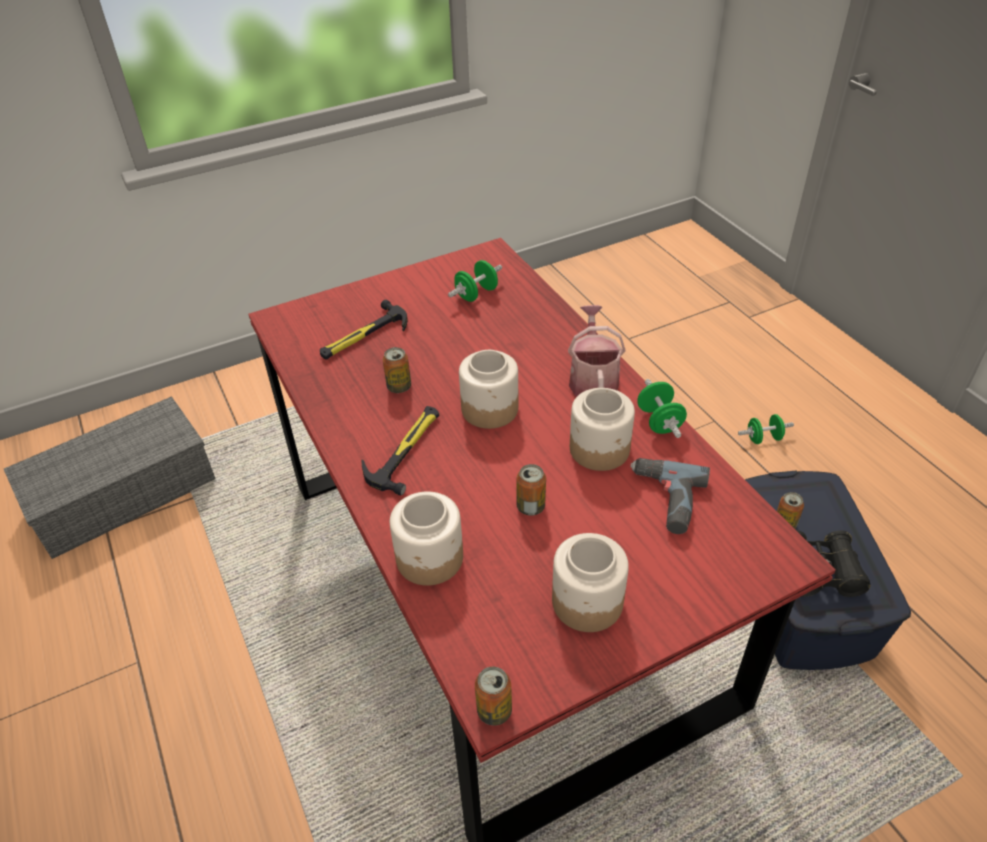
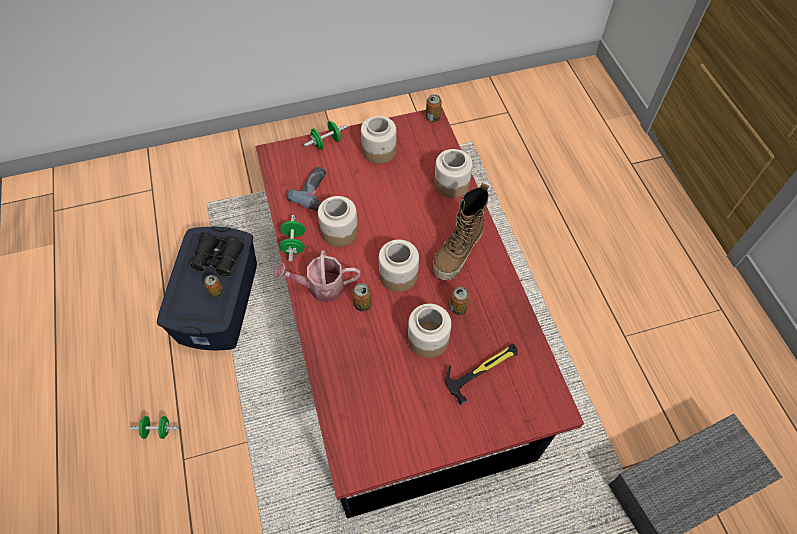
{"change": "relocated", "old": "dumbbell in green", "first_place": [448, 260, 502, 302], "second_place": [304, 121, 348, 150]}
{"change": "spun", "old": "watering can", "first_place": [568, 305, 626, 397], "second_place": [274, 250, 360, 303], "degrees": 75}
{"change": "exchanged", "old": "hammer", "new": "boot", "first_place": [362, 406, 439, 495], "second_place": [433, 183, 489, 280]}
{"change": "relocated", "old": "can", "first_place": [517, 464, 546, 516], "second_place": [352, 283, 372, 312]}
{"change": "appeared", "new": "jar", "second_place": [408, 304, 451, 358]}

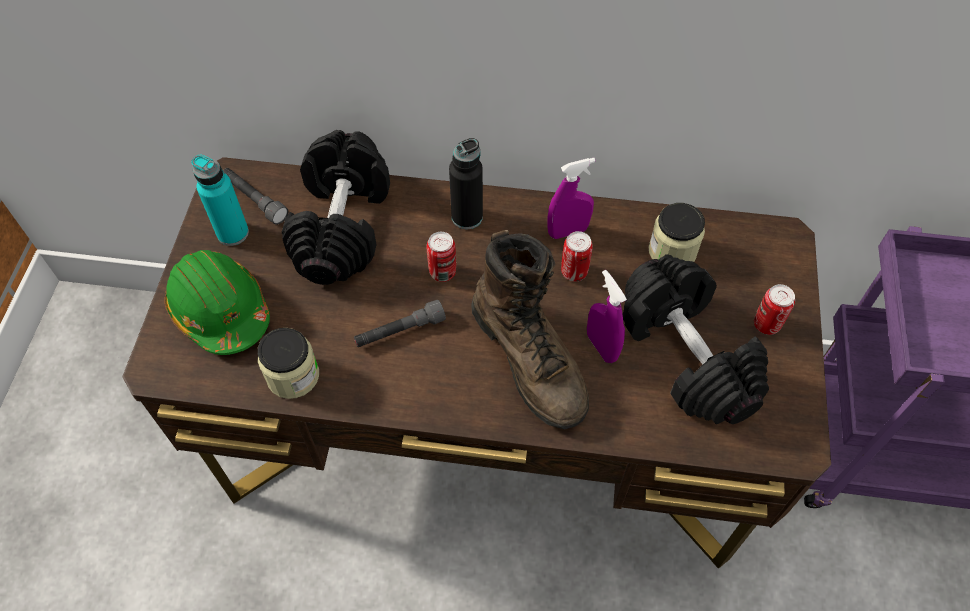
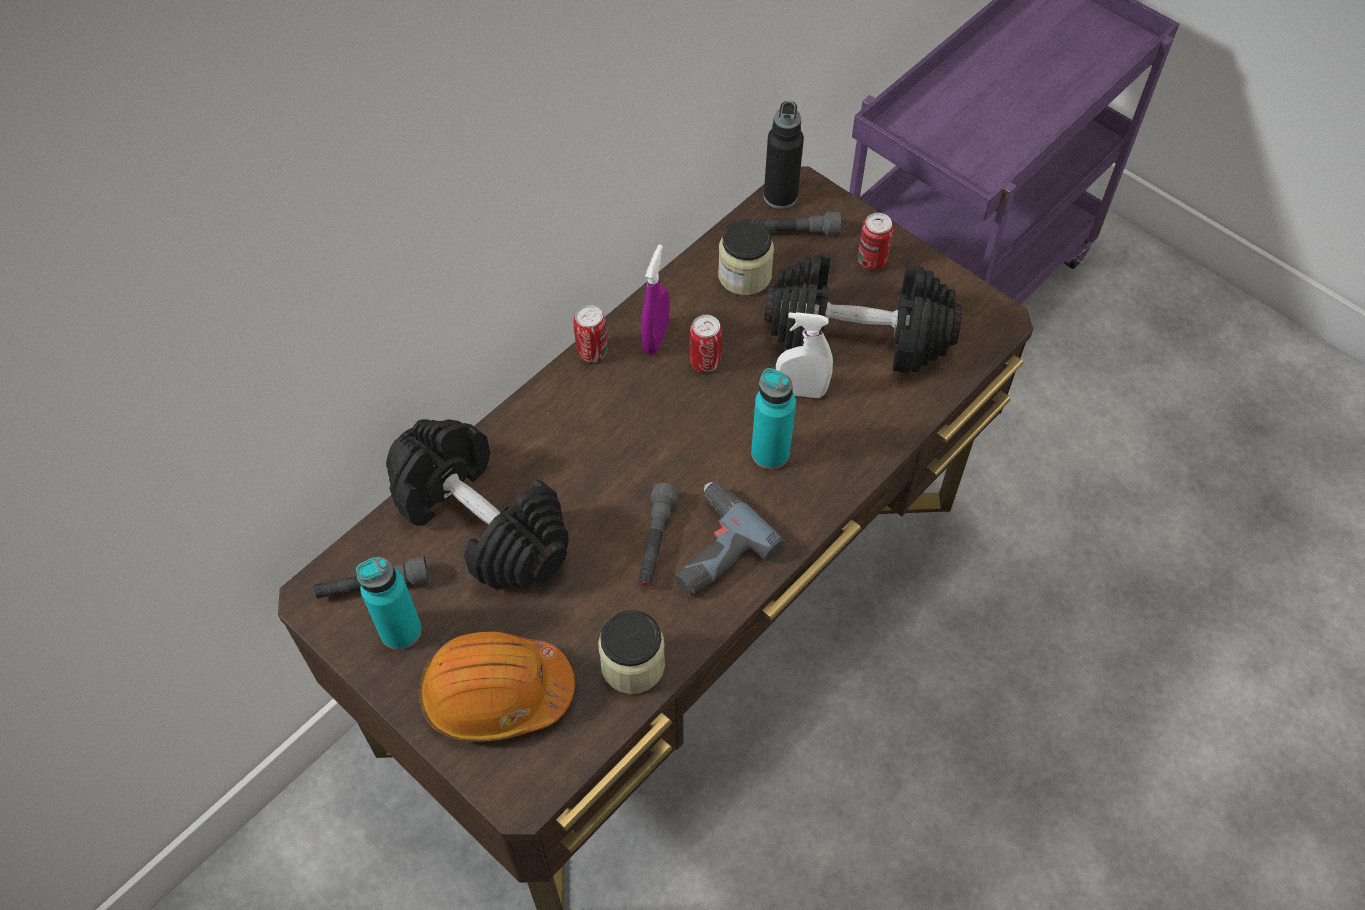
{"change": "relocated", "old": "bottle in black", "first_place": [449, 138, 483, 229], "second_place": [764, 101, 804, 209]}
{"change": "exchanged", "old": "boot in brown", "new": "bottle in turquoise", "first_place": [471, 230, 589, 429], "second_place": [751, 368, 796, 469]}
{"change": "relocated", "old": "can", "first_place": [427, 232, 456, 282], "second_place": [574, 305, 607, 363]}
{"change": "colour", "old": "hard hat in green", "new": "hard hat in orange", "first_place": [165, 250, 270, 355], "second_place": [419, 631, 575, 742]}
{"change": "colour", "old": "spray bottle in purple", "new": "spray bottle in white", "first_place": [587, 270, 627, 363], "second_place": [776, 312, 833, 398]}
{"change": "appeared", "new": "flashlight in grey", "second_place": [756, 212, 841, 236]}
{"change": "appeared", "new": "power drill", "second_place": [675, 482, 785, 595]}

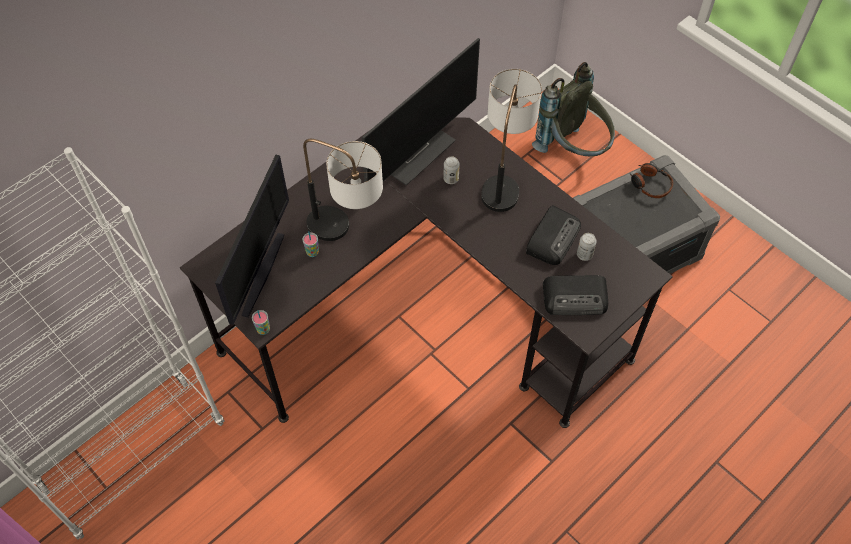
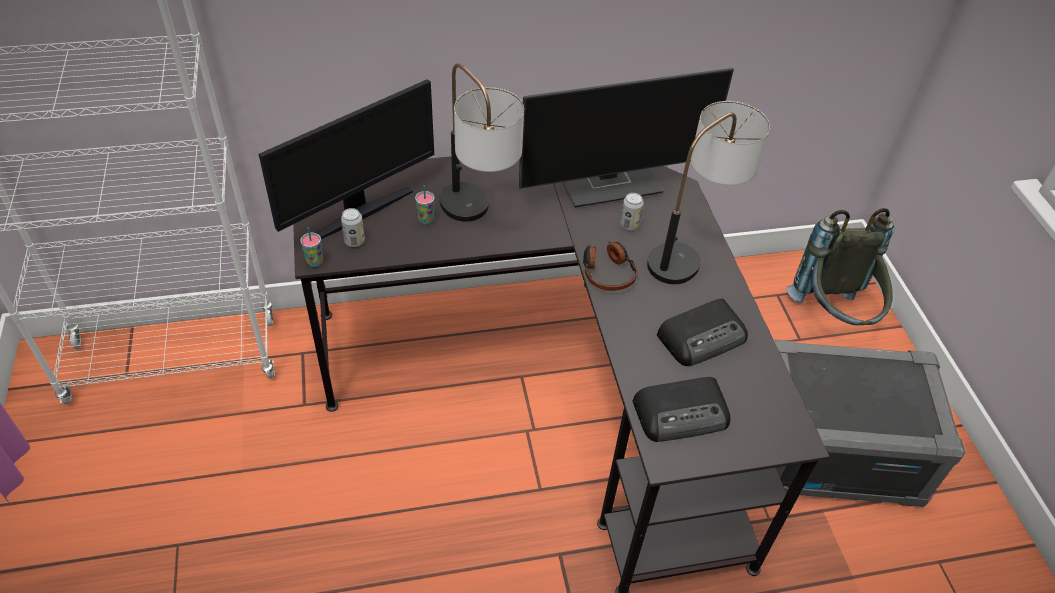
{"change": "relocated", "old": "headphones", "first_place": [630, 163, 673, 198], "second_place": [583, 241, 637, 291]}
{"change": "relocated", "old": "can", "first_place": [577, 233, 597, 261], "second_place": [341, 208, 365, 247]}
{"change": "spun", "old": "radio", "first_place": [543, 275, 608, 315], "second_place": [633, 377, 730, 442], "degrees": -45}

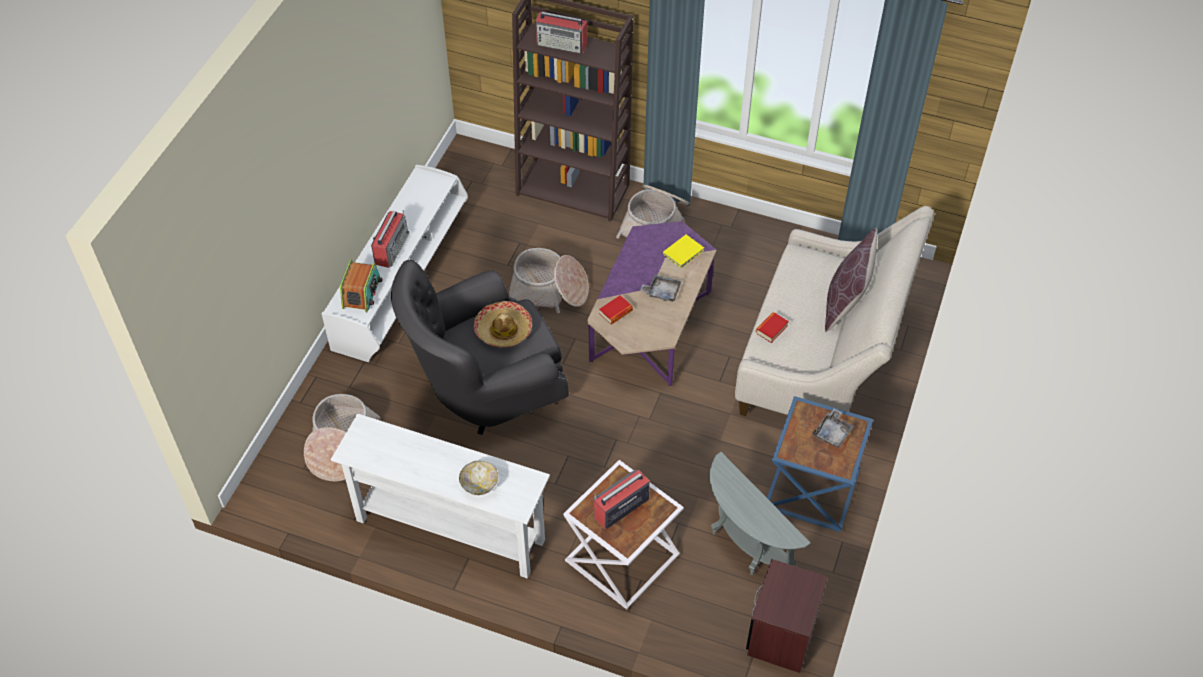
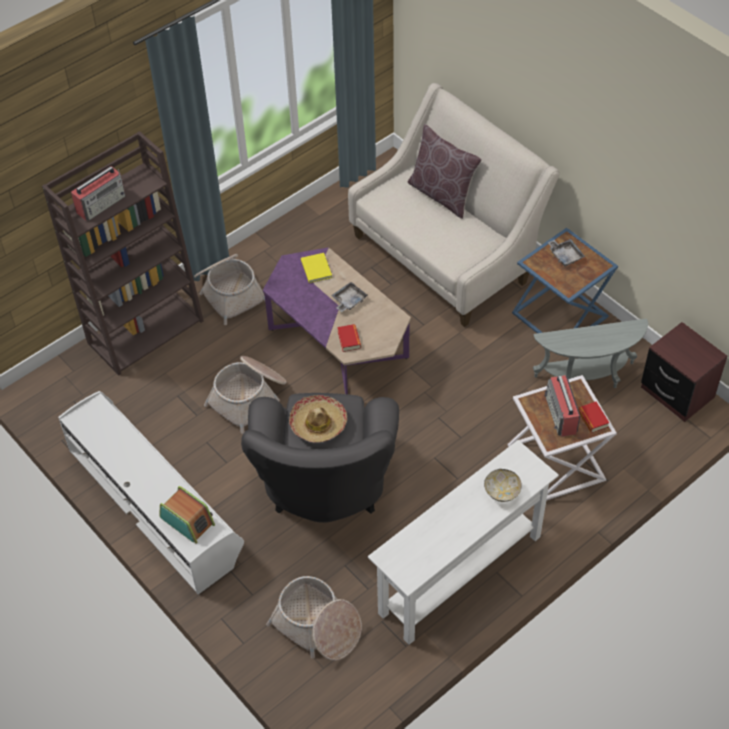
{"change": "missing", "old": "radio", "first_place": [371, 210, 410, 268]}
{"change": "relocated", "old": "book", "first_place": [756, 312, 789, 343], "second_place": [578, 402, 609, 433]}

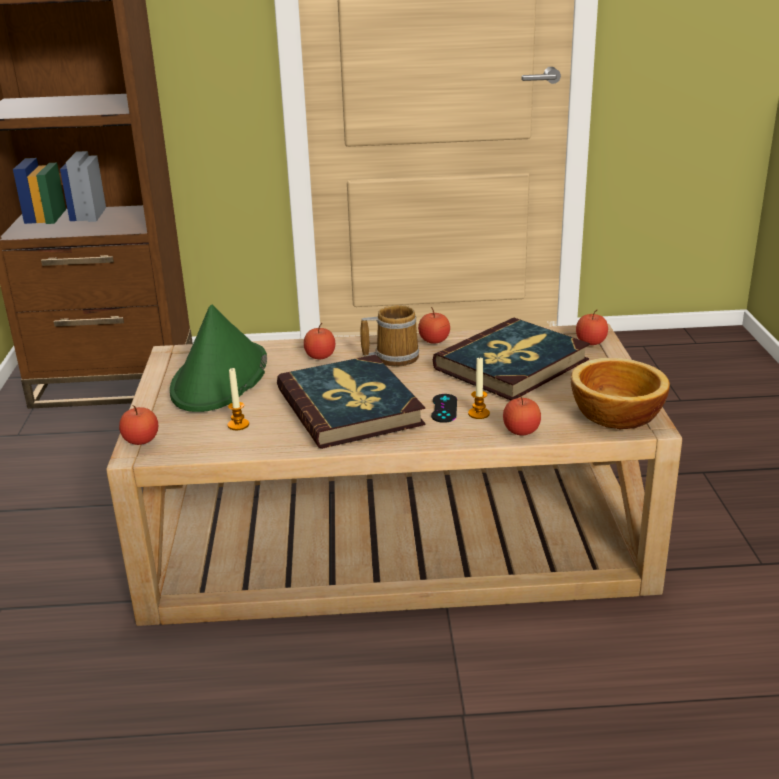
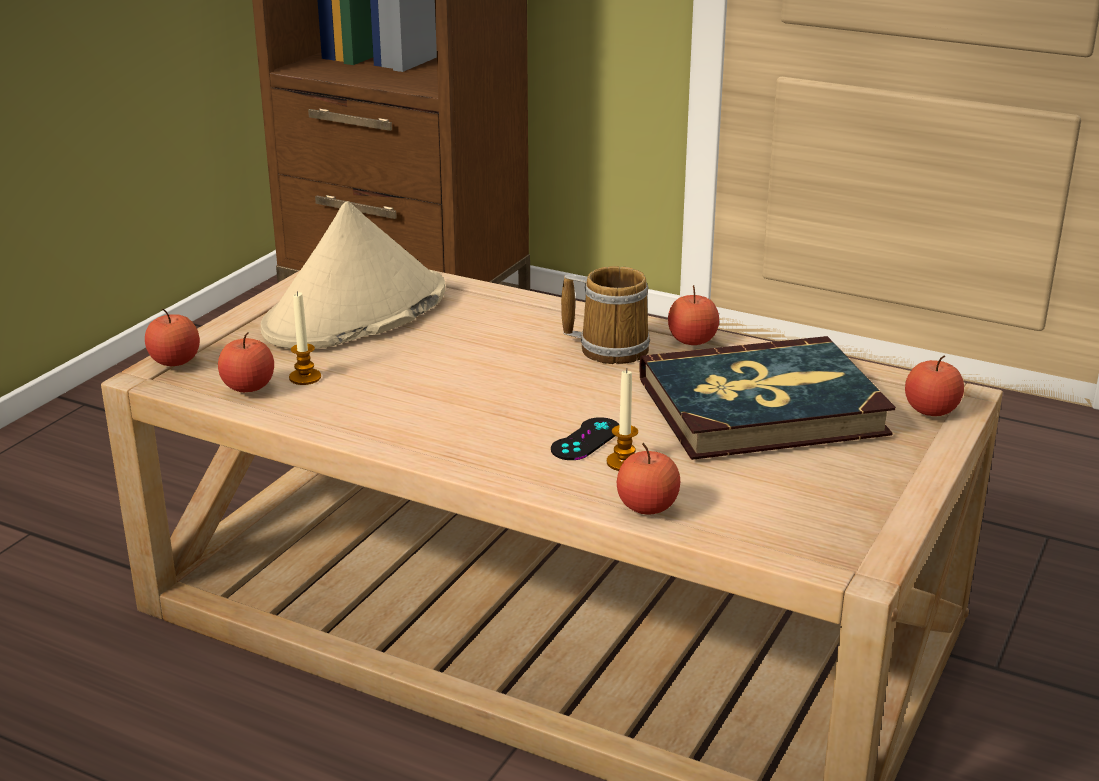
{"change": "colour", "old": "hat in green", "new": "hat in beige", "first_place": [170, 304, 267, 412], "second_place": [261, 201, 445, 349]}
{"change": "relocated", "old": "apple", "first_place": [304, 323, 335, 359], "second_place": [218, 332, 274, 392]}
{"change": "missing", "old": "book", "first_place": [277, 355, 425, 449]}
{"change": "missing", "old": "bowl", "first_place": [571, 358, 670, 429]}

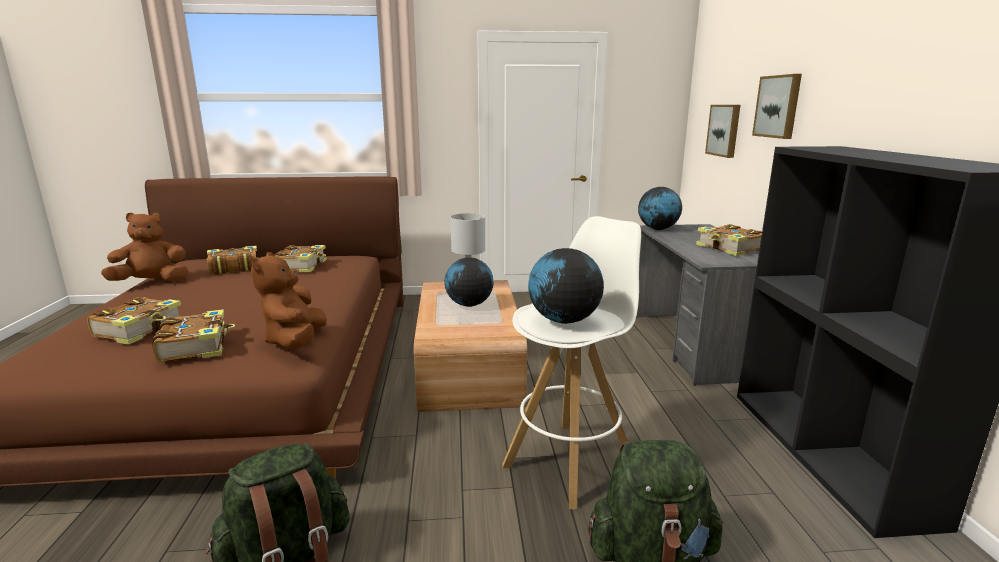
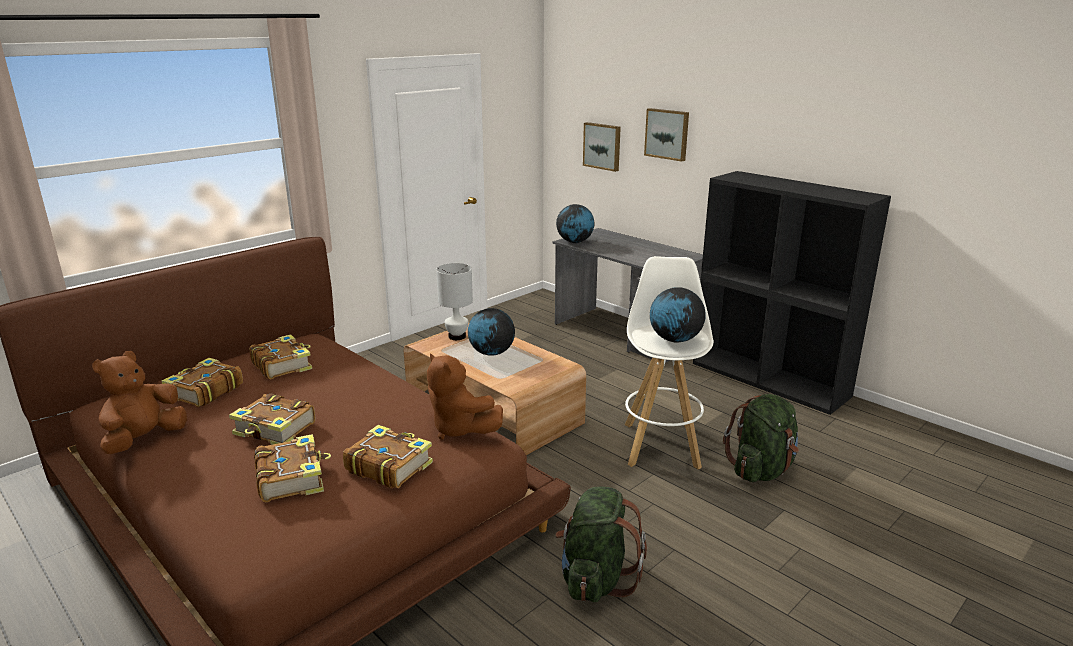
{"change": "relocated", "old": "book", "first_place": [696, 224, 762, 256], "second_place": [229, 393, 315, 445]}

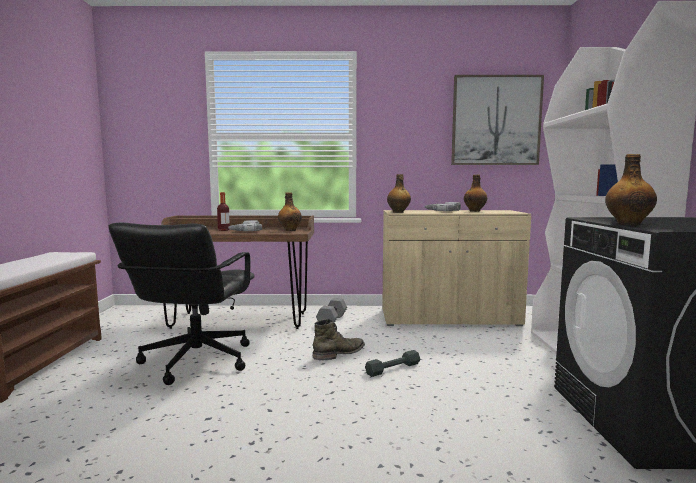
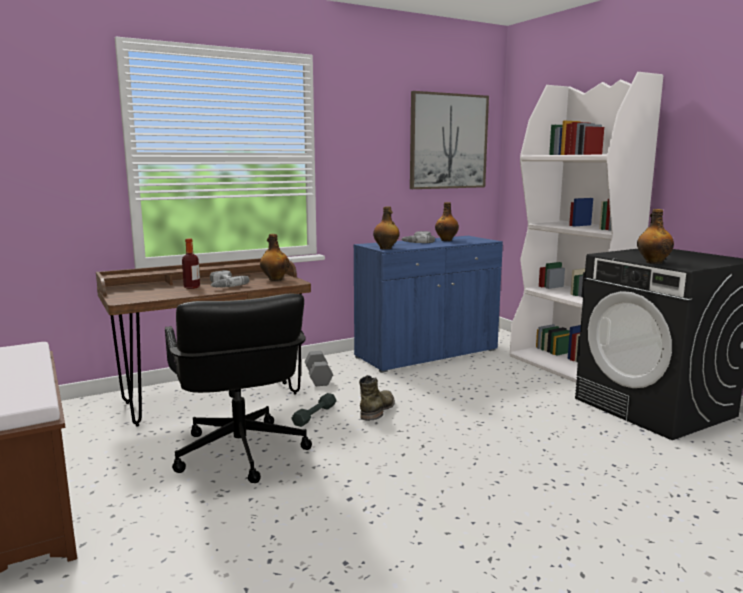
{"change": "colour", "old": "cabinet in beige", "new": "cabinet in blue", "first_place": [382, 210, 531, 326], "second_place": [353, 236, 503, 373]}
{"change": "relocated", "old": "dumbbell in grey", "first_place": [365, 350, 420, 377], "second_place": [291, 393, 337, 427]}

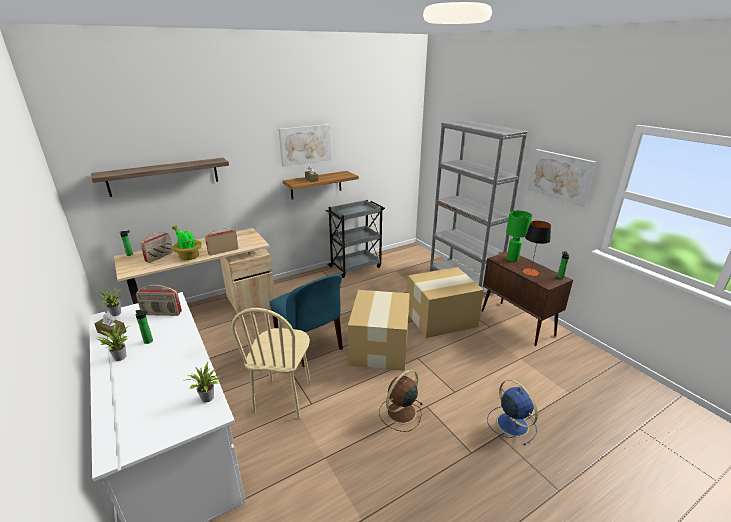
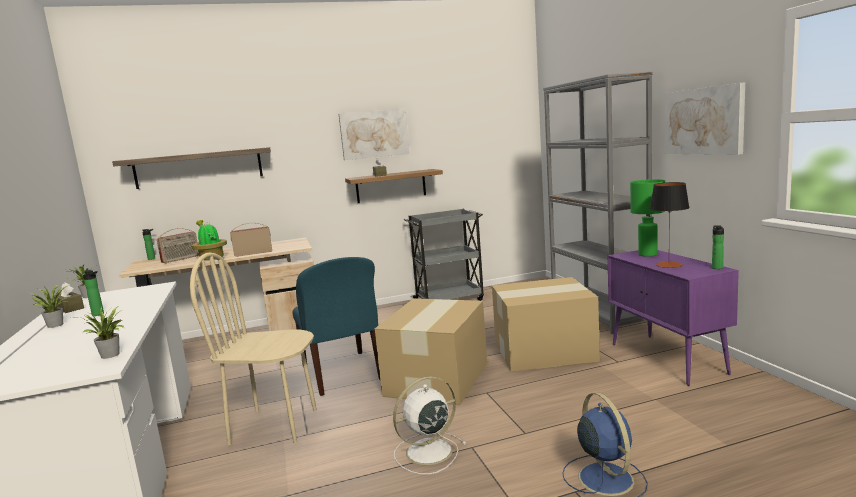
{"change": "colour", "old": "cabinet in brown", "new": "cabinet in purple", "first_place": [482, 252, 573, 347], "second_place": [608, 250, 739, 386]}
{"change": "missing", "old": "radio", "first_place": [136, 285, 182, 316]}
{"change": "spun", "old": "chair in beige", "first_place": [231, 308, 311, 419], "second_place": [190, 252, 317, 445], "degrees": 75}
{"change": "colour", "old": "fan in brown", "new": "fan in white", "first_place": [379, 370, 422, 432], "second_place": [393, 376, 467, 475]}

